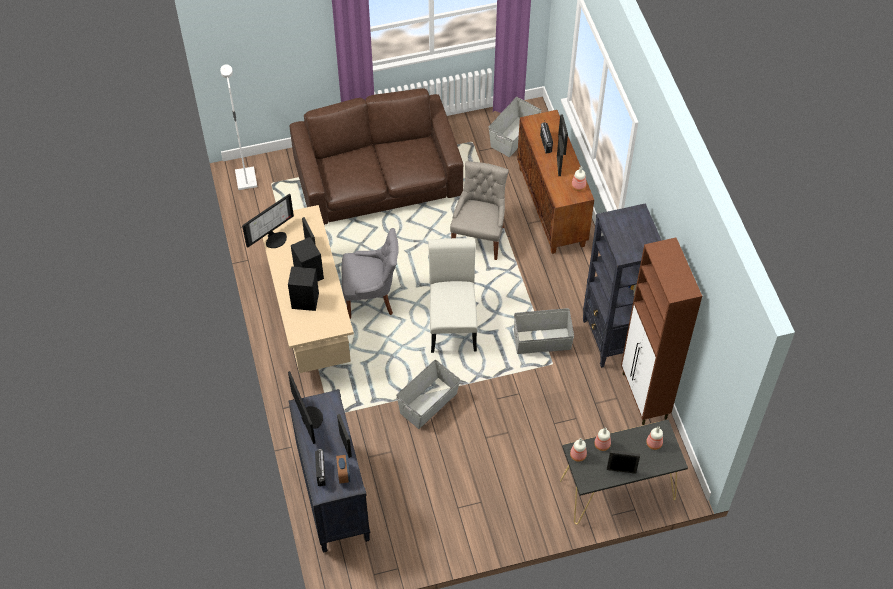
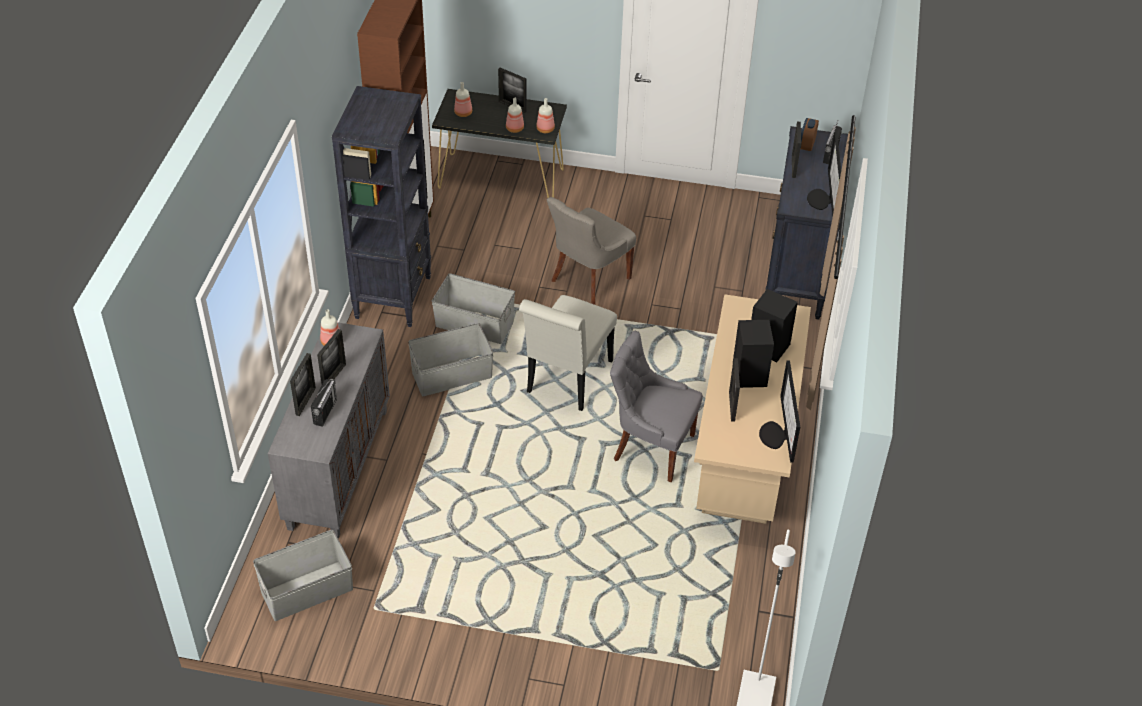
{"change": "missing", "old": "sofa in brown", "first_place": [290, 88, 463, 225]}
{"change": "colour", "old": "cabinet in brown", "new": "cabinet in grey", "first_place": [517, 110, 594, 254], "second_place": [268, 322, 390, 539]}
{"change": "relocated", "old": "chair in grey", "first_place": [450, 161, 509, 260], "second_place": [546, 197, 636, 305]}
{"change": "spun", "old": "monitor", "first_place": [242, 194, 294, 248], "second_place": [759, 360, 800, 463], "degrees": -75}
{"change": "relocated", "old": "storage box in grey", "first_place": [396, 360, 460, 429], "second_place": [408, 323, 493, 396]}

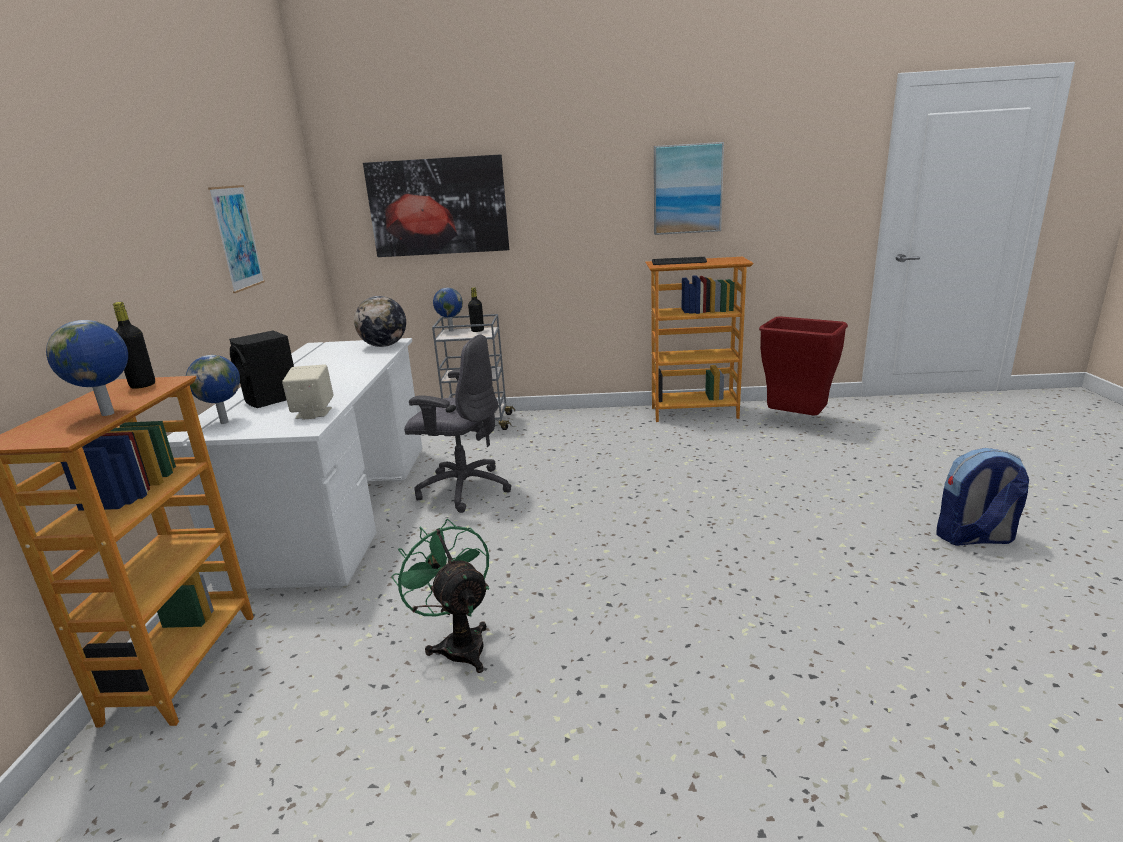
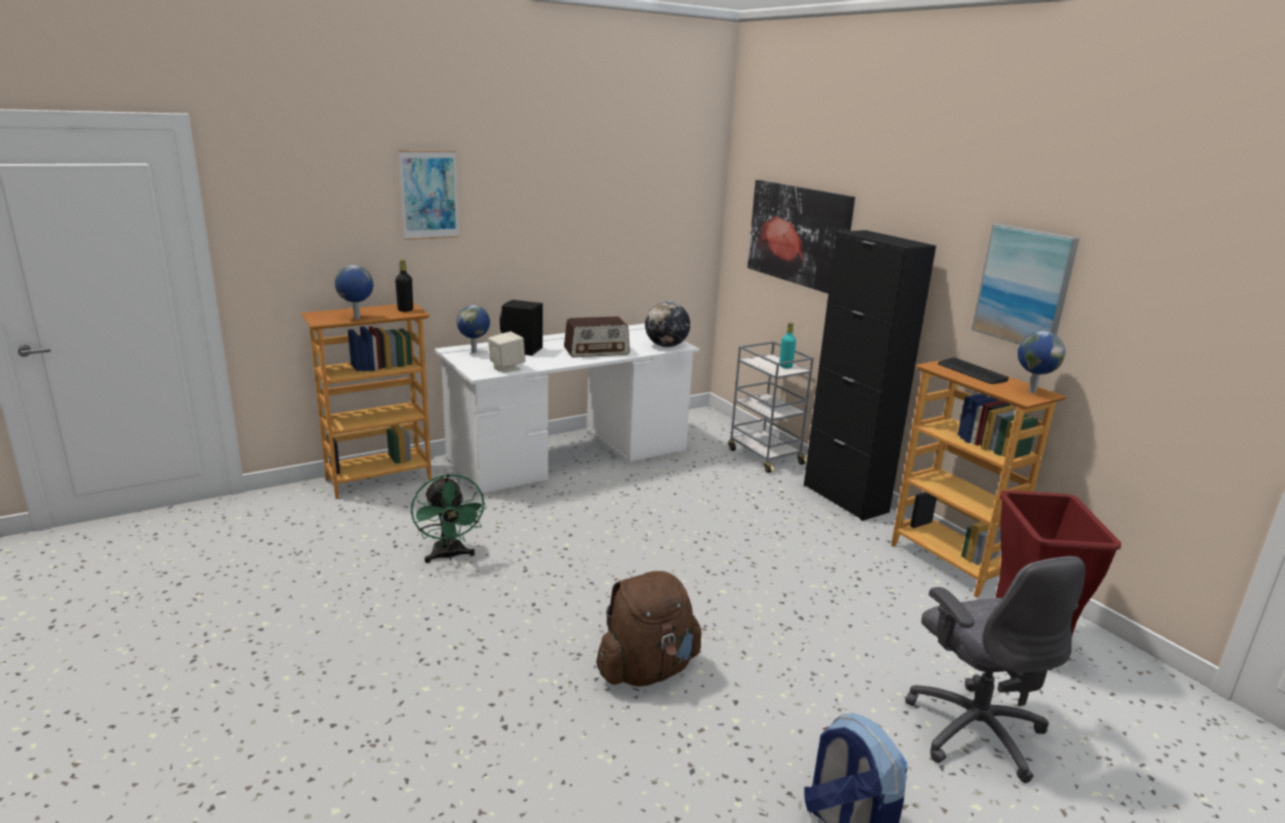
{"change": "relocated", "old": "picture", "first_place": [208, 185, 265, 293], "second_place": [399, 150, 459, 240]}
{"change": "colour", "old": "bottle in black", "new": "bottle in turquoise", "first_place": [468, 287, 484, 332], "second_place": [779, 323, 796, 368]}
{"change": "relocated", "old": "globe", "first_place": [433, 288, 463, 331], "second_place": [1017, 331, 1065, 393]}
{"change": "relocated", "old": "office chair in grey", "first_place": [404, 334, 511, 513], "second_place": [905, 556, 1085, 783]}
{"change": "spun", "old": "fan in green", "first_place": [392, 519, 489, 673], "second_place": [411, 474, 487, 563], "degrees": 135}
{"change": "appeared", "new": "cabinet in black", "second_place": [804, 230, 936, 521]}
{"change": "appeared", "new": "radio", "second_place": [564, 316, 630, 357]}
{"change": "appeared", "new": "backpack in brown", "second_place": [596, 571, 701, 687]}

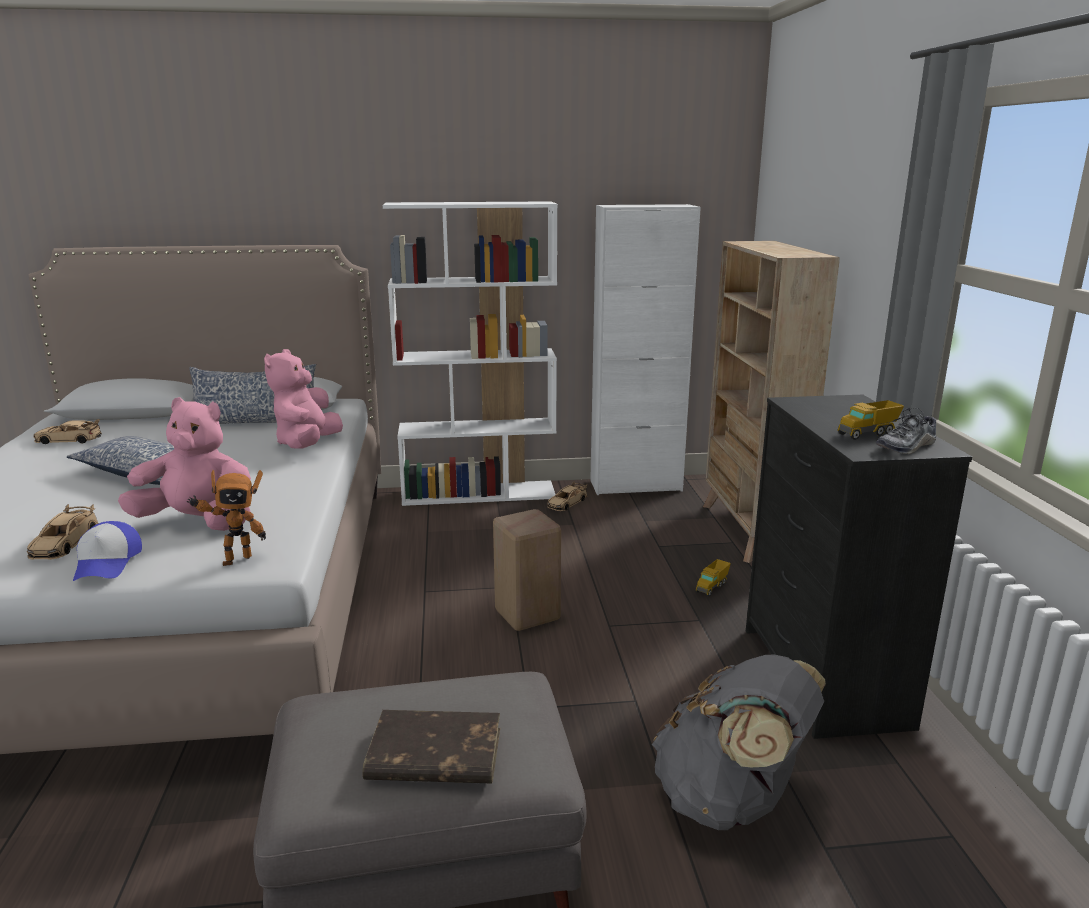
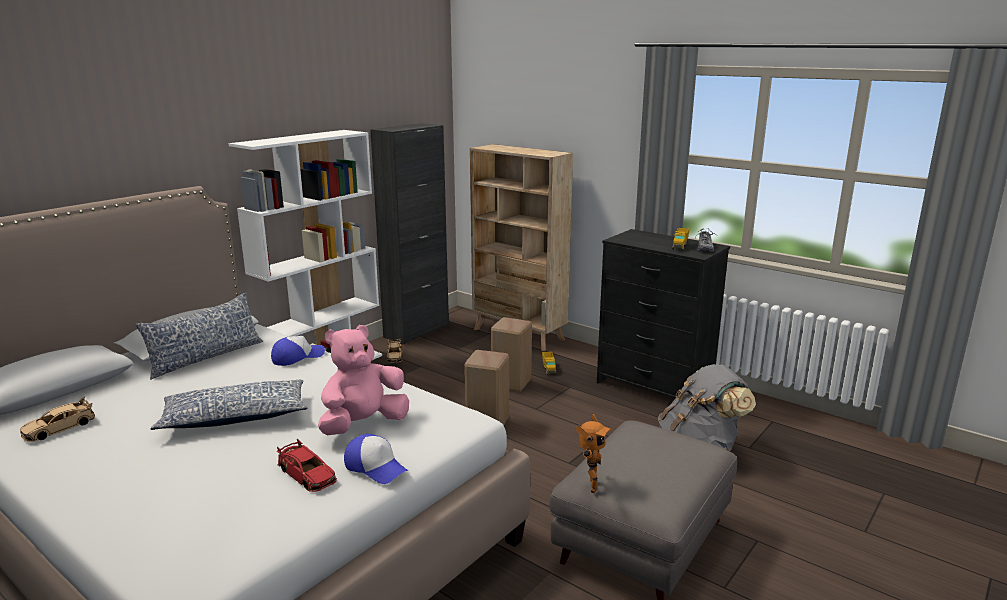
{"change": "colour", "old": "cabinet in white", "new": "cabinet in black", "first_place": [590, 204, 701, 495], "second_place": [370, 123, 449, 345]}
{"change": "exchanged", "old": "plush toy in pink", "new": "cap", "first_place": [264, 349, 343, 449], "second_place": [271, 336, 325, 366]}
{"change": "relocated", "old": "toy robot", "first_place": [187, 470, 266, 566], "second_place": [575, 414, 612, 493]}
{"change": "colour", "old": "toy car in beige", "new": "toy car in red", "first_place": [27, 504, 98, 560], "second_place": [277, 439, 337, 492]}
{"change": "missing", "old": "book in brown", "first_place": [362, 710, 500, 784]}
{"change": "appeared", "new": "stool in beige", "second_place": [491, 317, 532, 392]}

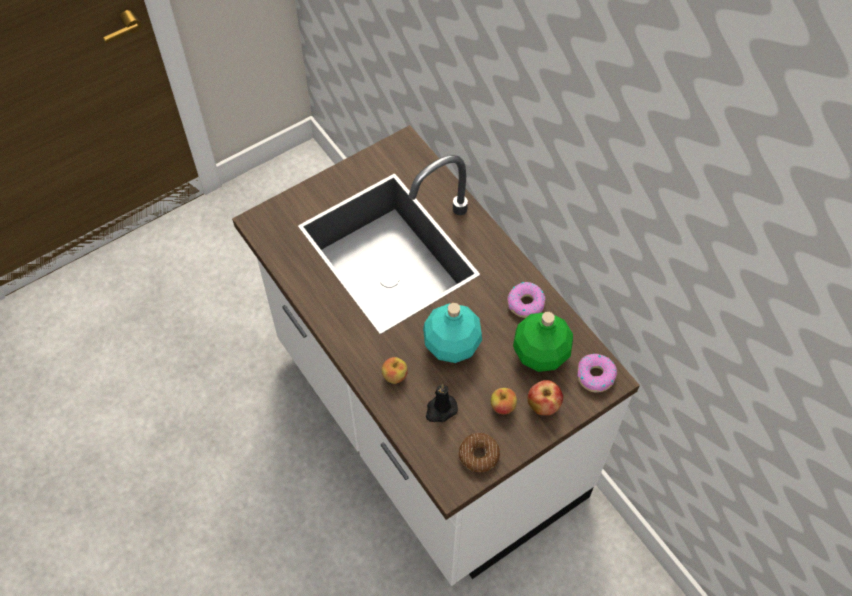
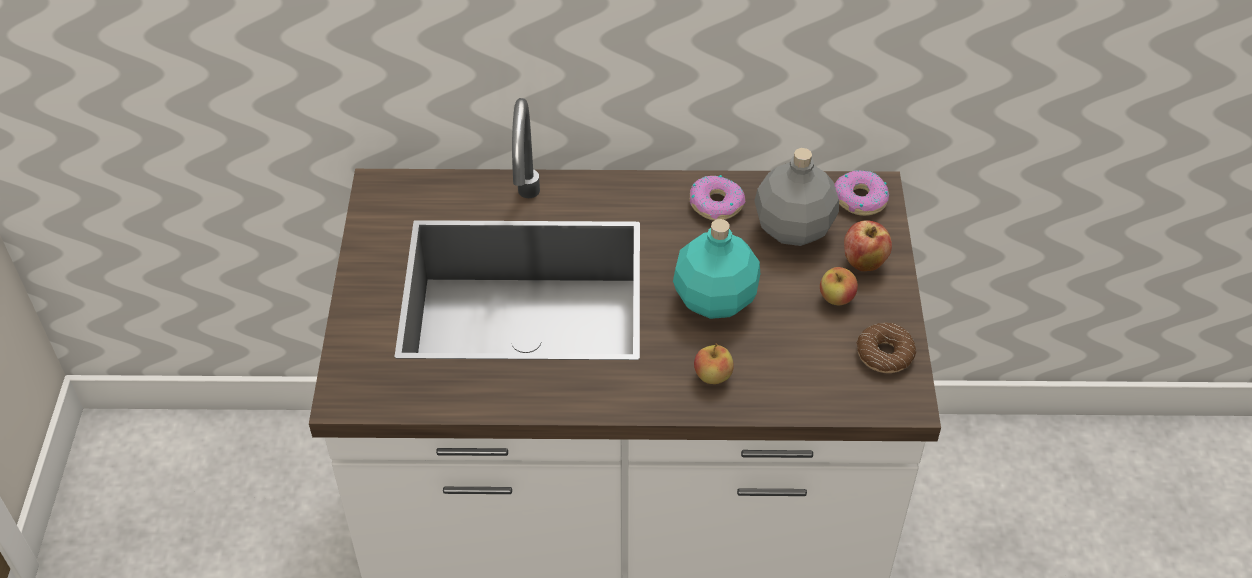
{"change": "colour", "old": "bottle in green", "new": "bottle in grey", "first_place": [513, 312, 573, 372], "second_place": [754, 148, 839, 246]}
{"change": "missing", "old": "candle in black", "first_place": [426, 384, 458, 422]}

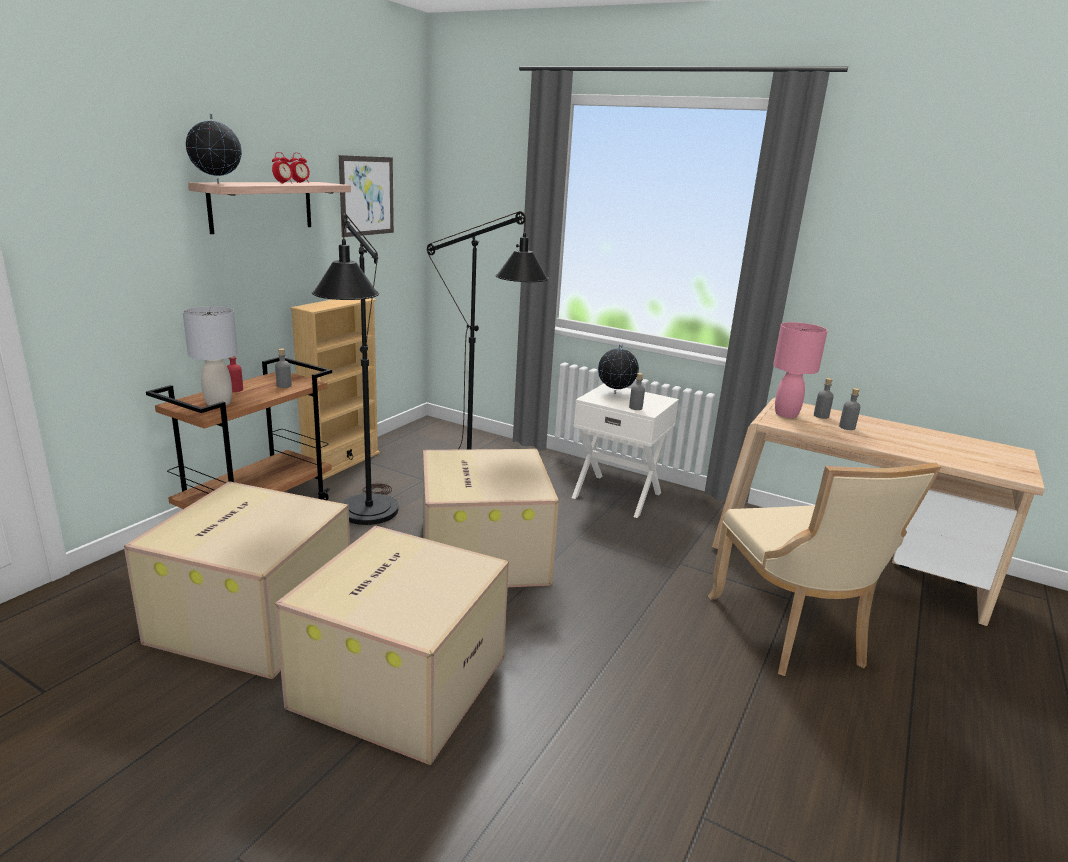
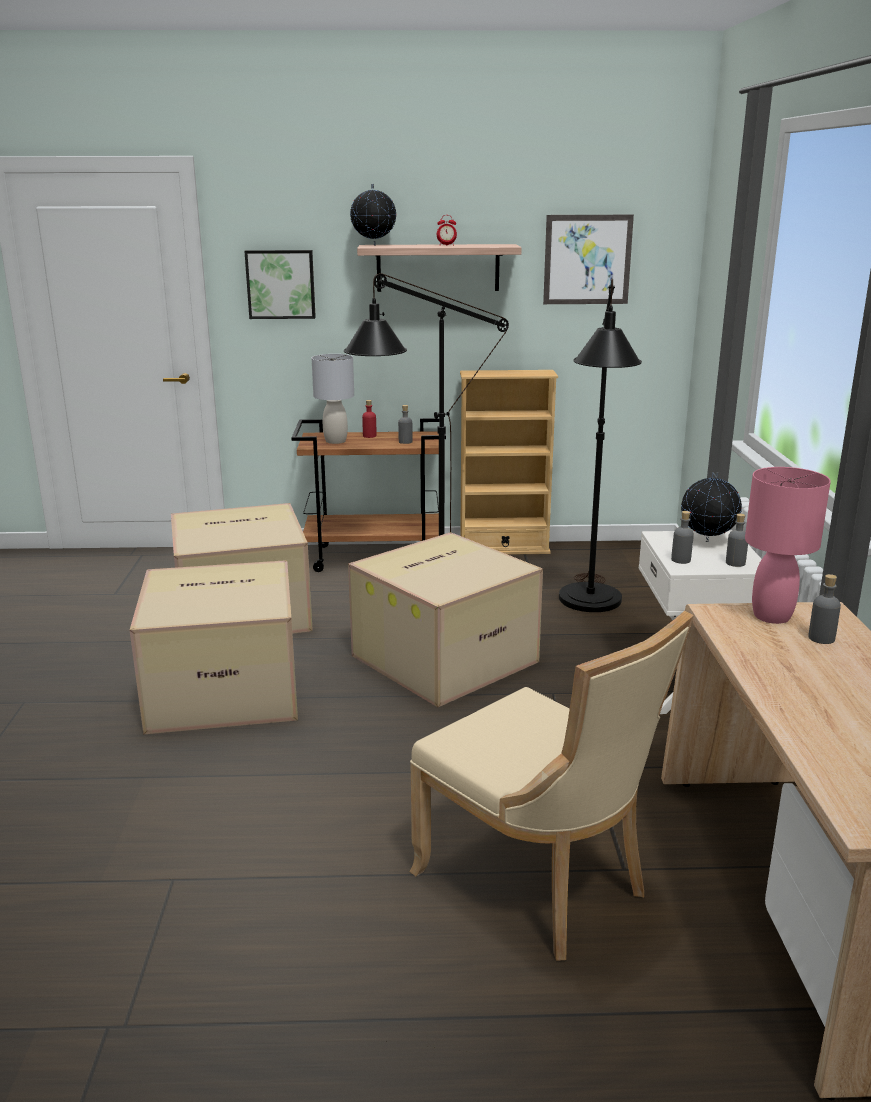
{"change": "missing", "old": "alarm clock", "first_place": [289, 153, 310, 183]}
{"change": "relocated", "old": "bottle in grey", "first_place": [839, 388, 860, 430], "second_place": [726, 513, 748, 567]}
{"change": "spun", "old": "chair in beige", "first_place": [708, 463, 941, 676], "second_place": [409, 611, 694, 961], "degrees": -90}
{"change": "appeared", "new": "picture", "second_place": [244, 250, 316, 319]}

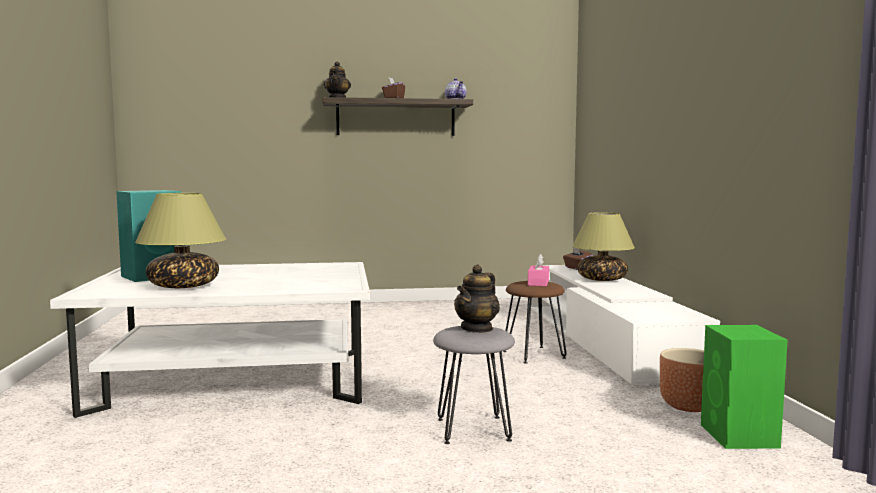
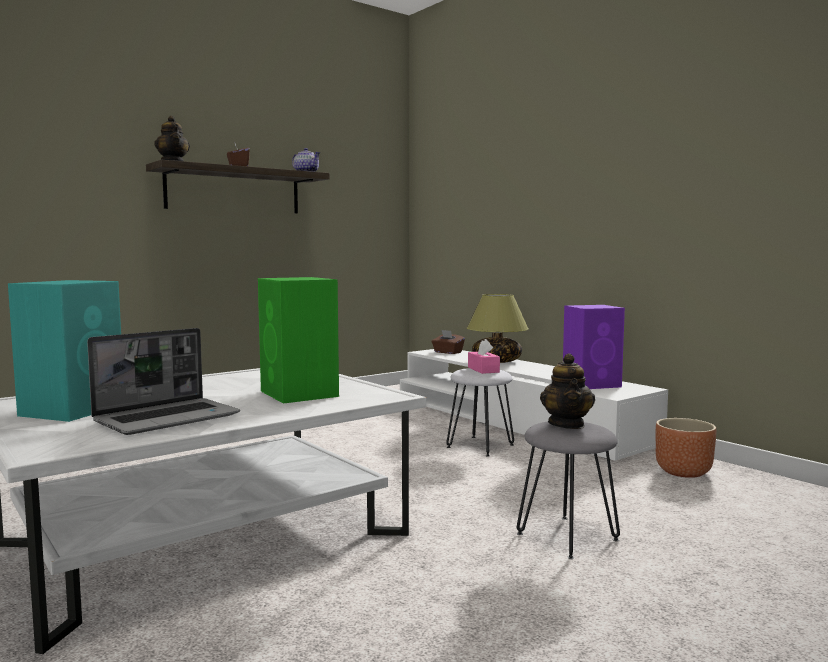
{"change": "exchanged", "old": "table lamp", "new": "laptop", "first_place": [135, 193, 226, 288], "second_place": [87, 328, 240, 435]}
{"change": "colour", "old": "stool in brown", "new": "stool in white", "first_place": [503, 281, 567, 364], "second_place": [446, 368, 514, 457]}
{"change": "relocated", "old": "speaker in green", "first_place": [701, 325, 787, 449], "second_place": [258, 277, 339, 404]}
{"change": "appeared", "new": "speaker in purple", "second_place": [563, 305, 625, 389]}

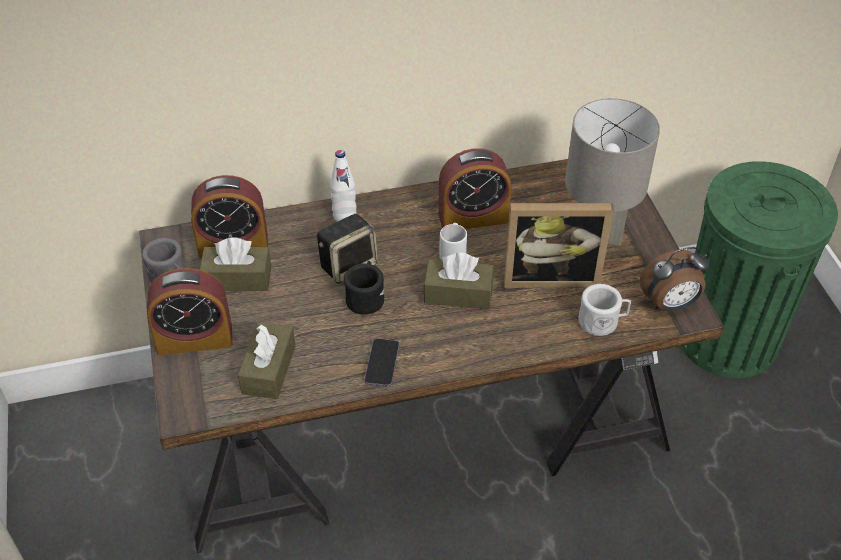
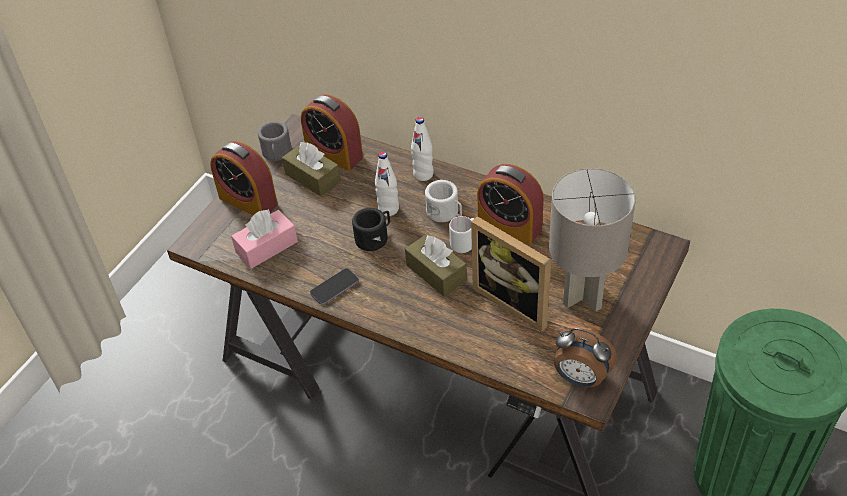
{"change": "exchanged", "old": "speaker", "new": "bottle in white", "first_place": [317, 214, 378, 284], "second_place": [375, 152, 399, 216]}
{"change": "relocated", "old": "mug in white", "first_place": [578, 284, 631, 336], "second_place": [425, 180, 462, 222]}
{"change": "colour", "old": "tissue box in brown", "new": "tissue box in pink", "first_place": [238, 322, 295, 399], "second_place": [231, 209, 298, 269]}

